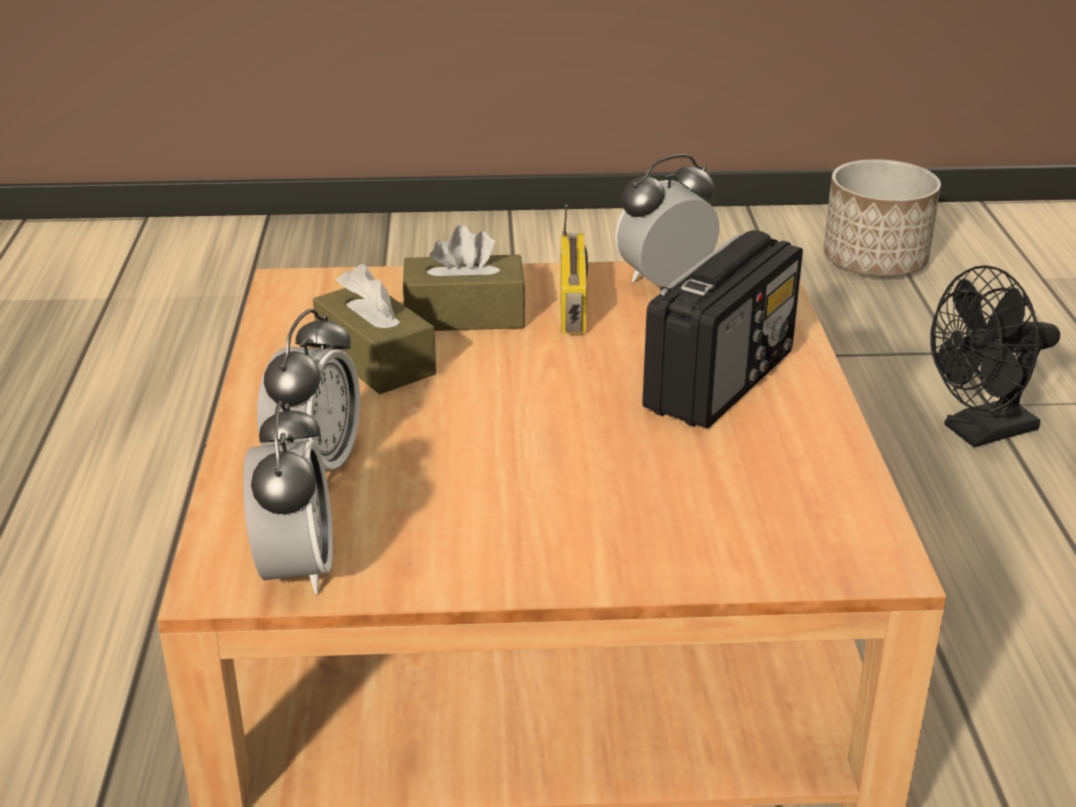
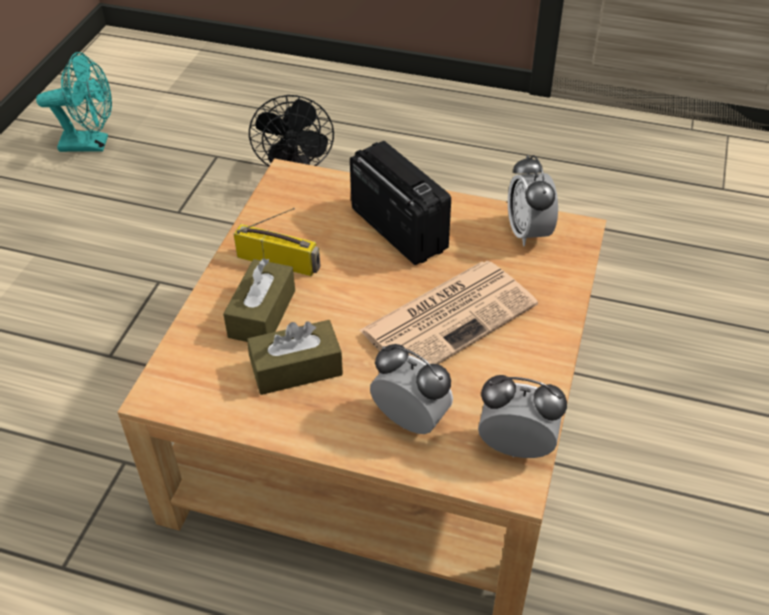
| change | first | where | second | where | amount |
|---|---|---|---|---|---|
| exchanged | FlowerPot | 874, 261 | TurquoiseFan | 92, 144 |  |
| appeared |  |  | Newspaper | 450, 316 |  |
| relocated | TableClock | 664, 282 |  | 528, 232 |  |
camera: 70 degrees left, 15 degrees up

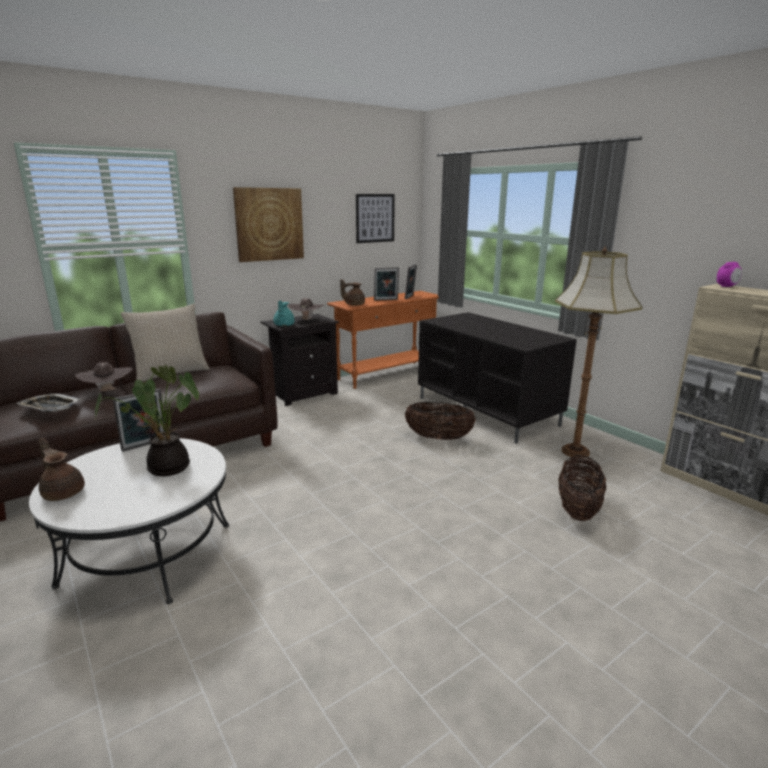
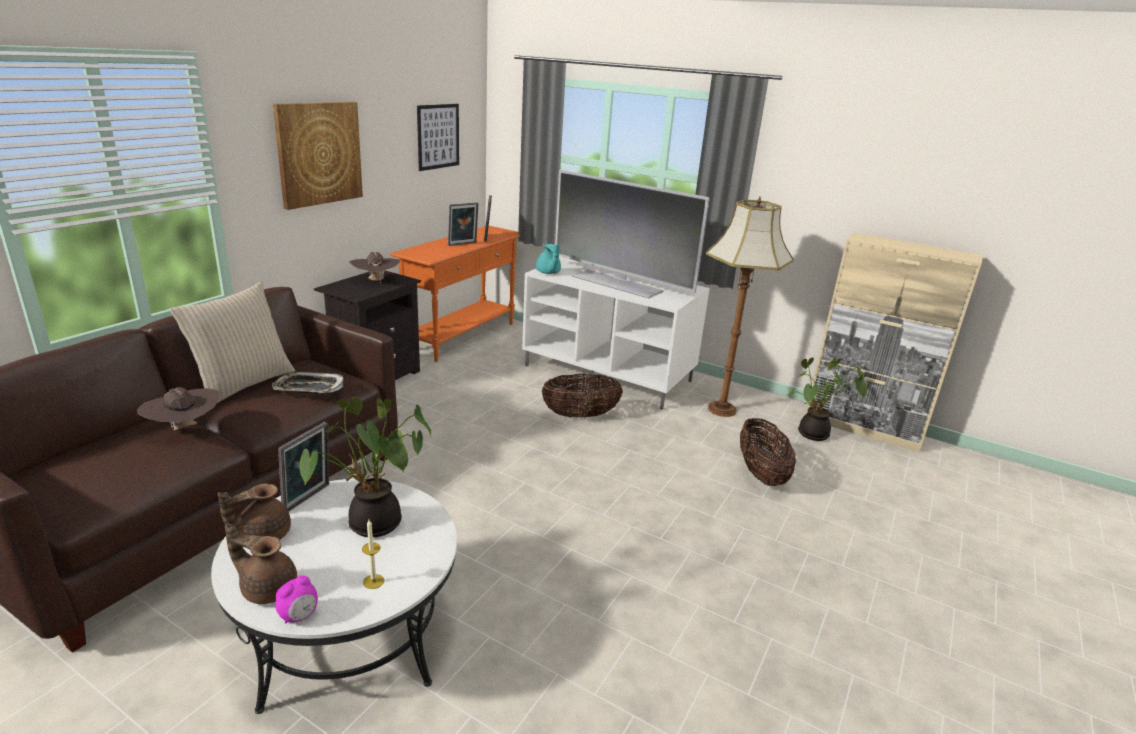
| change | first | where | second | where | amount |
|---|---|---|---|---|---|
| relocated | BrownishPotForTea | 354, 304 |  | 262, 535 |  |
| relocated | ServingTray | 50, 407 |  | 309, 388 |  |
| relocated | TableClock | 726, 286 |  | 299, 616 |  |
| appeared |  |  | WaxCandle | 373, 581 |  |
| colour | BlackColouredMediaConsole | 488, 411 | WhitishMediaConsole | 609, 373 |  |
| relocated | TurquoisePotForTea | 283, 325 |  | 548, 273 |  |
| appeared |  |  | Tv | 617, 283 |  |
| appeared |  |  | PottedPlant | 813, 435 |  |
camera: 25 degrees left, 5 degrees up

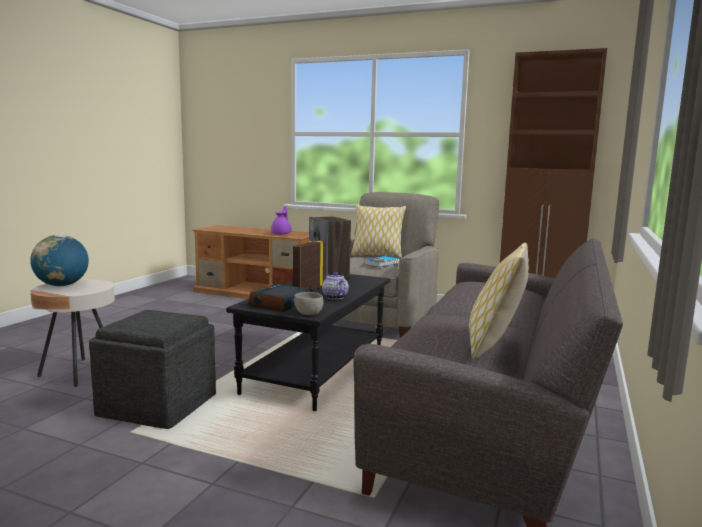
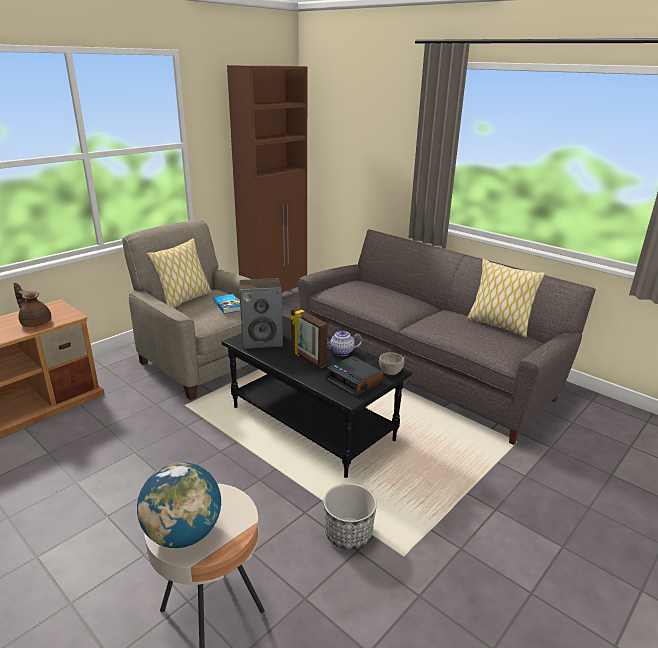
| change | first | where | second | where | amount |
|---|---|---|---|---|---|
| colour | PurplishPotForTea | 282, 234 | BrownishPotForTea | 35, 322 |  |
| exchanged | GrayFootrest | 159, 405 | FlowerPot | 348, 534 |  |
camera: 70 degrees left, 15 degrees up

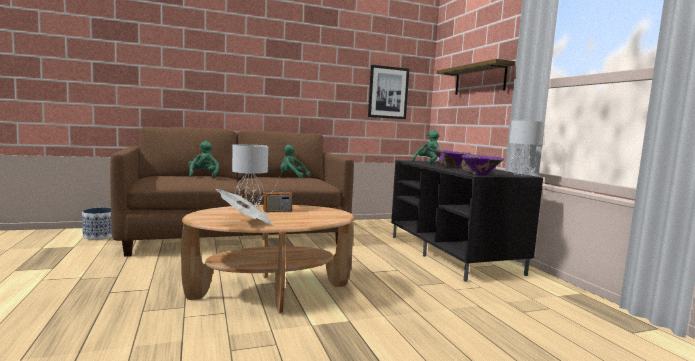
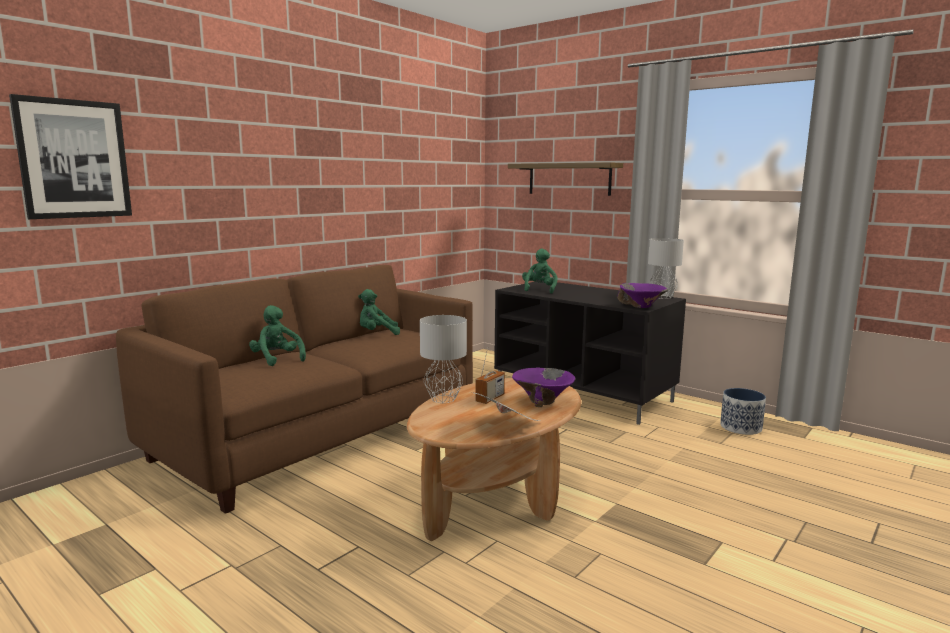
| change | first | where | second | where | amount |
|---|---|---|---|---|---|
| relocated | WallPicture | 388, 92 |  | 74, 159 |  |
| relocated | PurplishDeepDish | 450, 167 |  | 543, 401 |  |
| relocated | FlowerPot | 100, 236 |  | 741, 427 |  |
camera: 30 degrees left, 5 degrees up

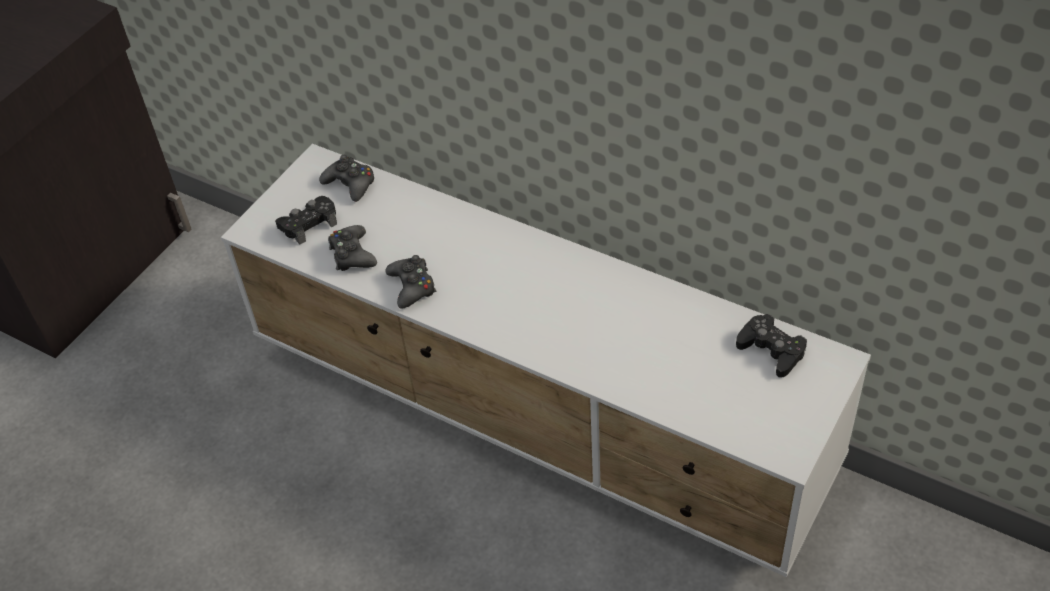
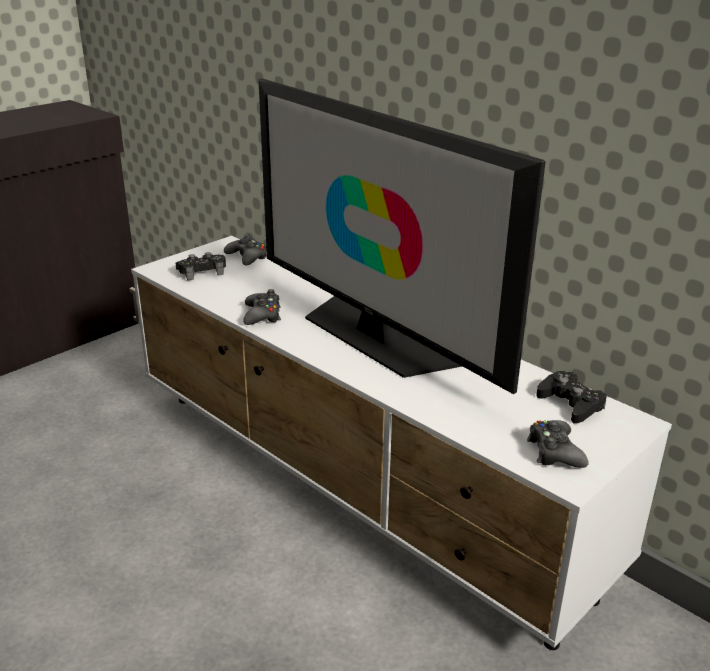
| change | first | where | second | where | amount |
|---|---|---|---|---|---|
| appeared |  |  | Tv | 376, 336 |  |
| relocated | BlackColouredGamepad | 352, 254 |  | 554, 452 |  |
camera: 10 degrees right, 20 degrees down

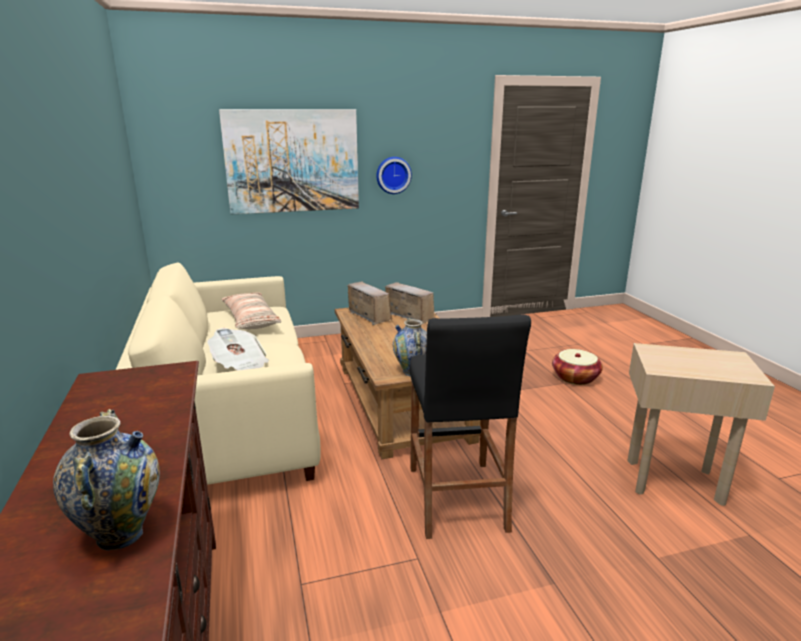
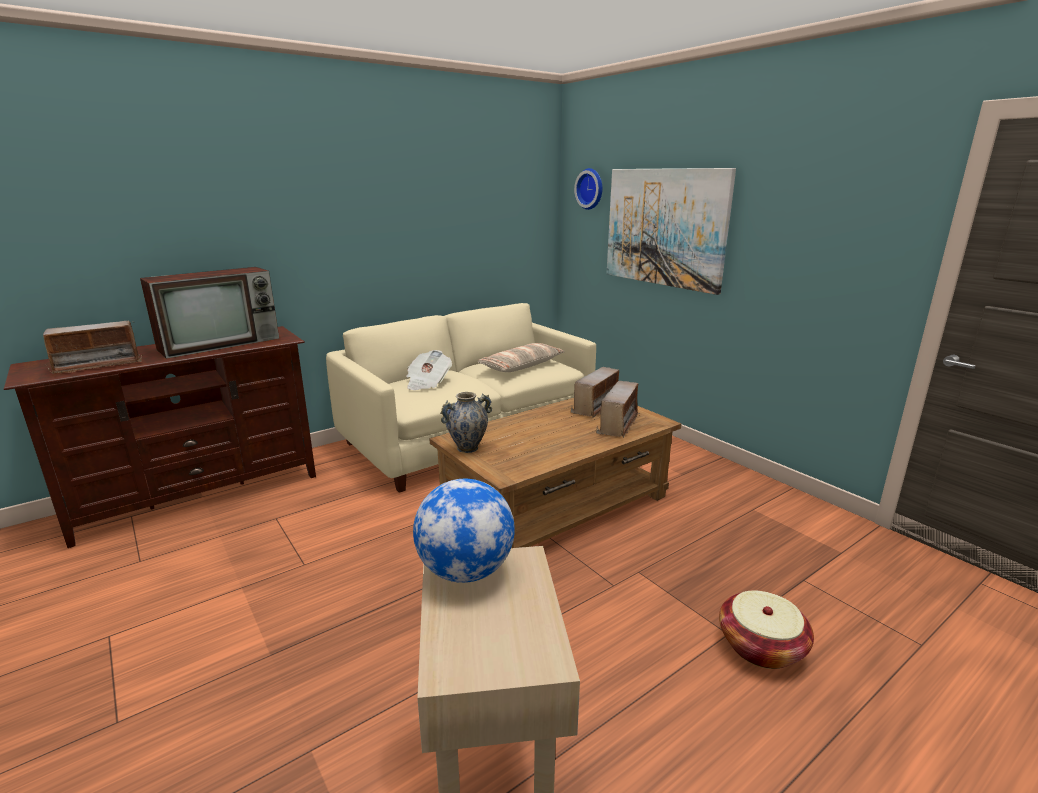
| change | first | where | second | where | amount |
|---|---|---|---|---|---|
| exchanged | DecorativeVase | 120, 533 | RadioSet | 98, 365 |  |
| appeared |  |  | Tv | 222, 343 |  |
| appeared |  |  | WorldGlobe | 465, 571 |  |
| relocated | WallClock | 393, 175 |  | 591, 189 |  |
| missing | BlackColouredStool | 457, 498 |  |  |  |
camera: 70 degrees right, 0 degrees up

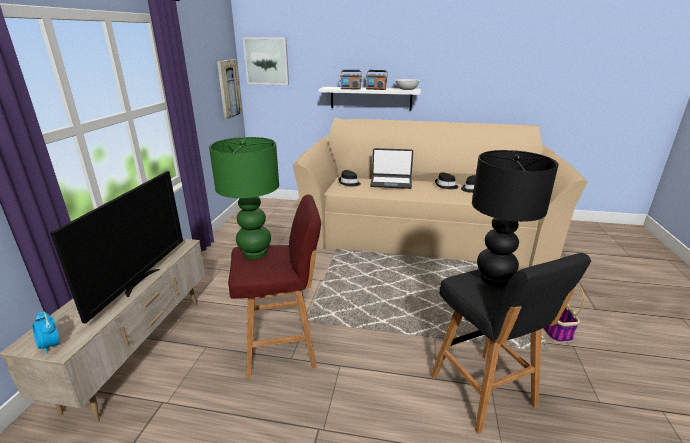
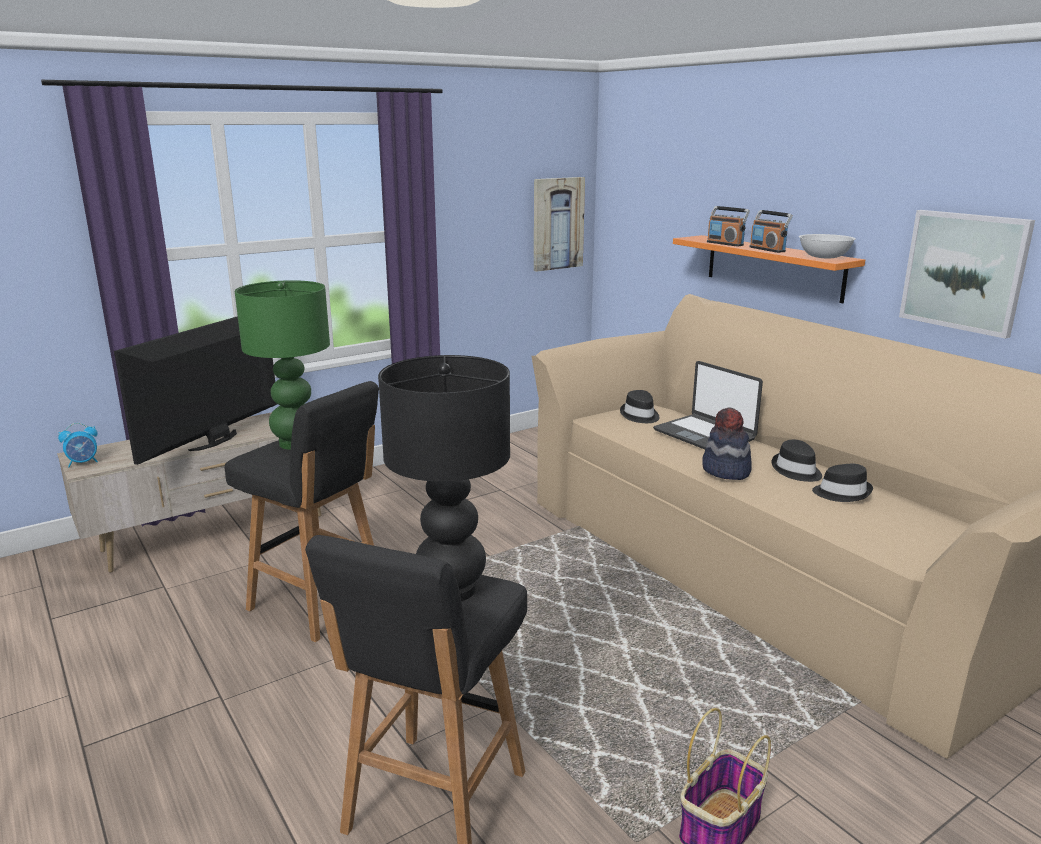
| change | first | where | second | where | amount |
|---|---|---|---|---|---|
| spun | TableClock | 50, 346 |  | 83, 463 | 120 degrees counterclockwise |
| spun | Tv | 140, 281 |  | 216, 441 | 150 degrees clockwise |
| colour | ReddishStool | 282, 348 | BlackColouredStool | 319, 603 |  |
| colour | WhitishShelf | 371, 98 | OrangeColouredShelf | 773, 267 |  |
| appeared |  |  | Hat | 725, 471 |  |
| relocated | WallPicture | 267, 61 |  | 964, 271 |  |
camera: 45 degrees right, 5 degrees down

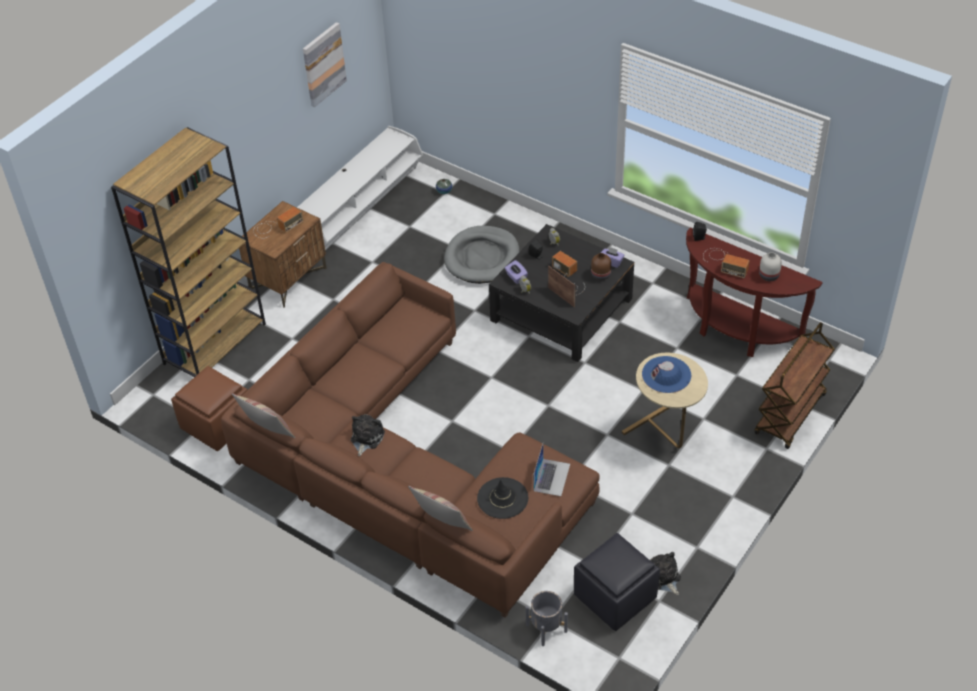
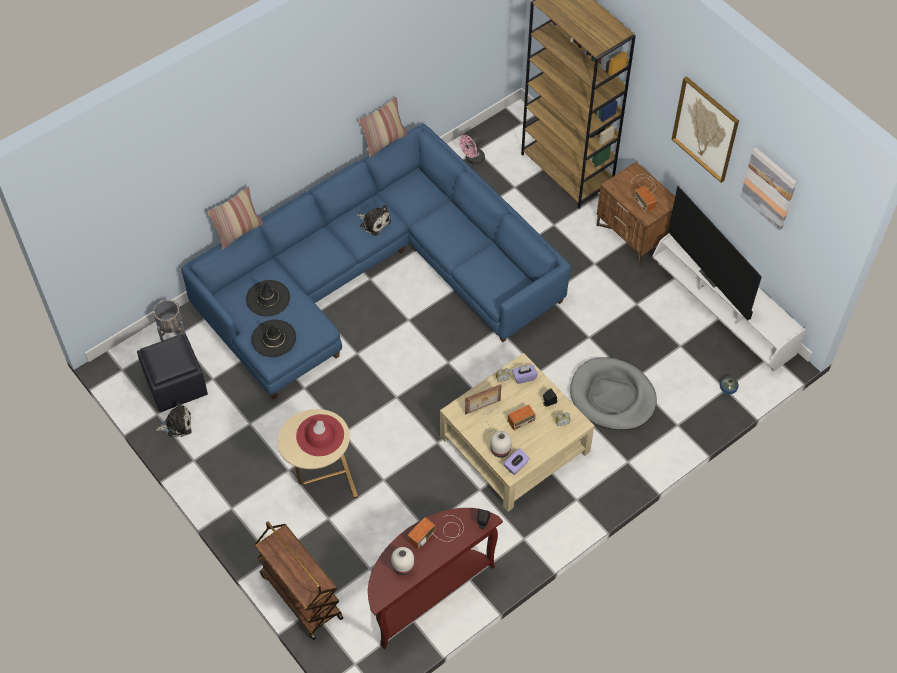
| change | first | where | second | where | amount |
|---|---|---|---|---|---|
| colour | BrownishSofa | 404, 464 | BlueSofa | 374, 275 |  |
| exchanged | PortableComputer | 551, 477 | BlackColouredHat | 274, 338 |  |
| colour | BlueHat | 666, 375 | ReddishHat | 320, 435 |  |
| colour | BlackColouredLowTable | 561, 309 | SandColouredLowTable | 514, 444 |  |
| exchanged | BrownishFootrest | 217, 423 | PinkColouredFan | 472, 159 |  |
| colour | BrownishDecorativeVase | 601, 276 | WhitishDecorativeVase | 499, 450 |  |
| appeared |  |  | Tv | 713, 275 |  |
| appeared |  |  | WallPicture | 705, 129 |  |
camera: 105 degrees right, 10 degrees up

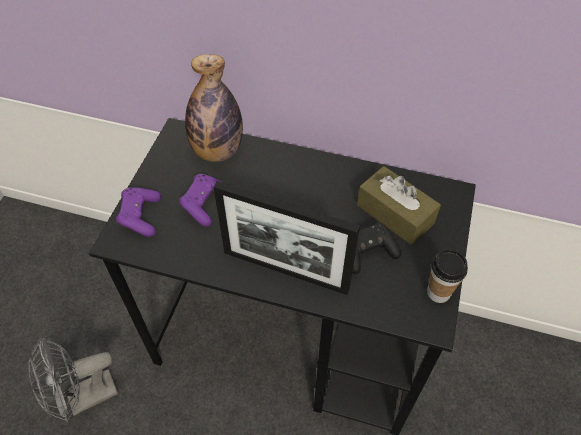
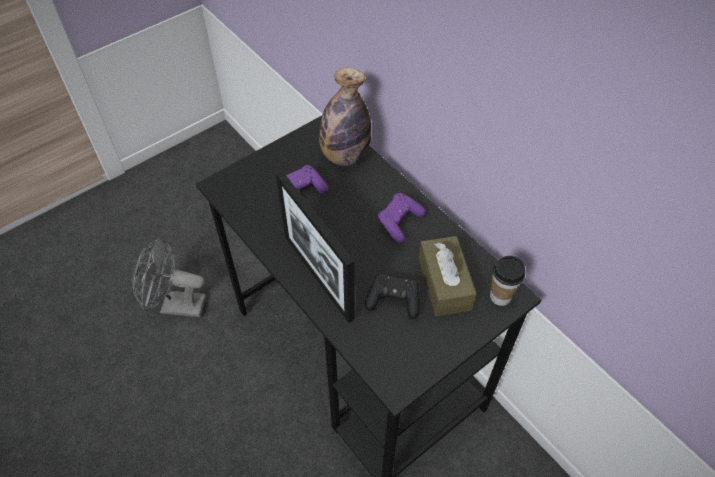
| change | first | where | second | where | amount |
|---|---|---|---|---|---|
| relocated | PurplishGamepad | 140, 217 |  | 399, 222 |  |
| relocated | Cup | 438, 292 |  | 500, 296 |  |
camera: 35 degrees right, 0 degrees up

